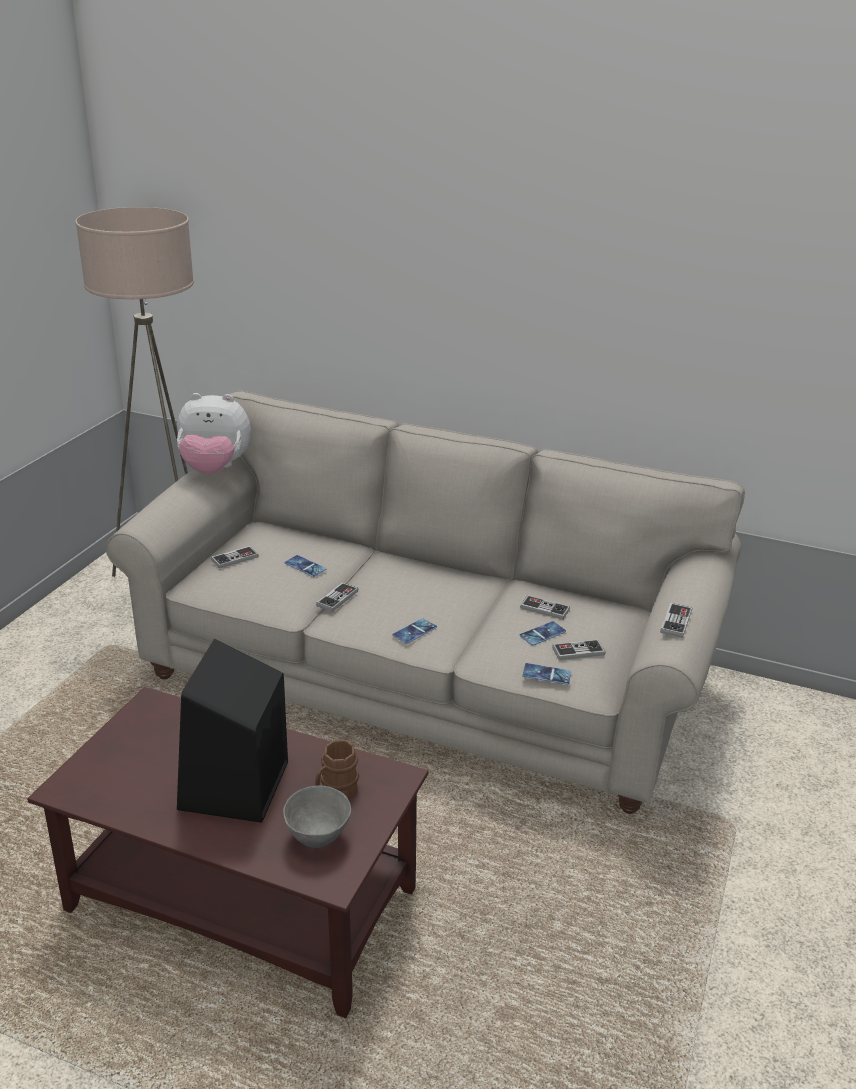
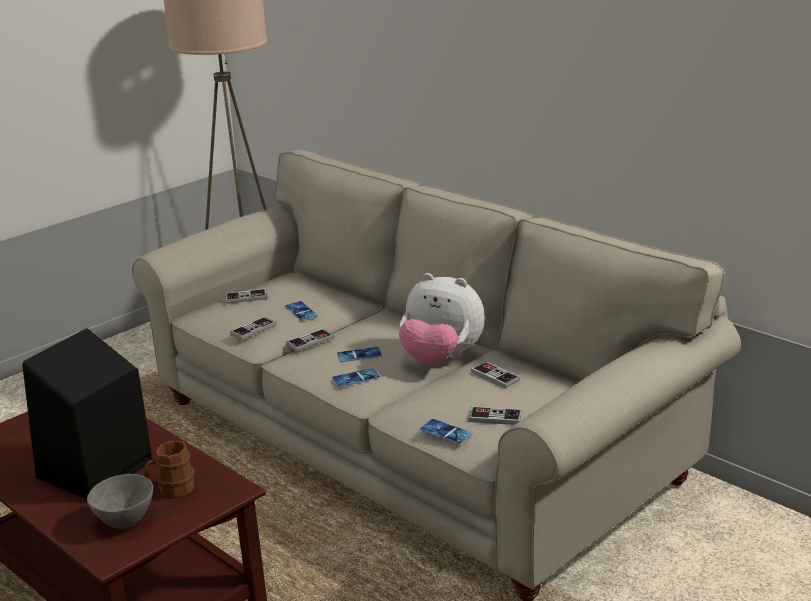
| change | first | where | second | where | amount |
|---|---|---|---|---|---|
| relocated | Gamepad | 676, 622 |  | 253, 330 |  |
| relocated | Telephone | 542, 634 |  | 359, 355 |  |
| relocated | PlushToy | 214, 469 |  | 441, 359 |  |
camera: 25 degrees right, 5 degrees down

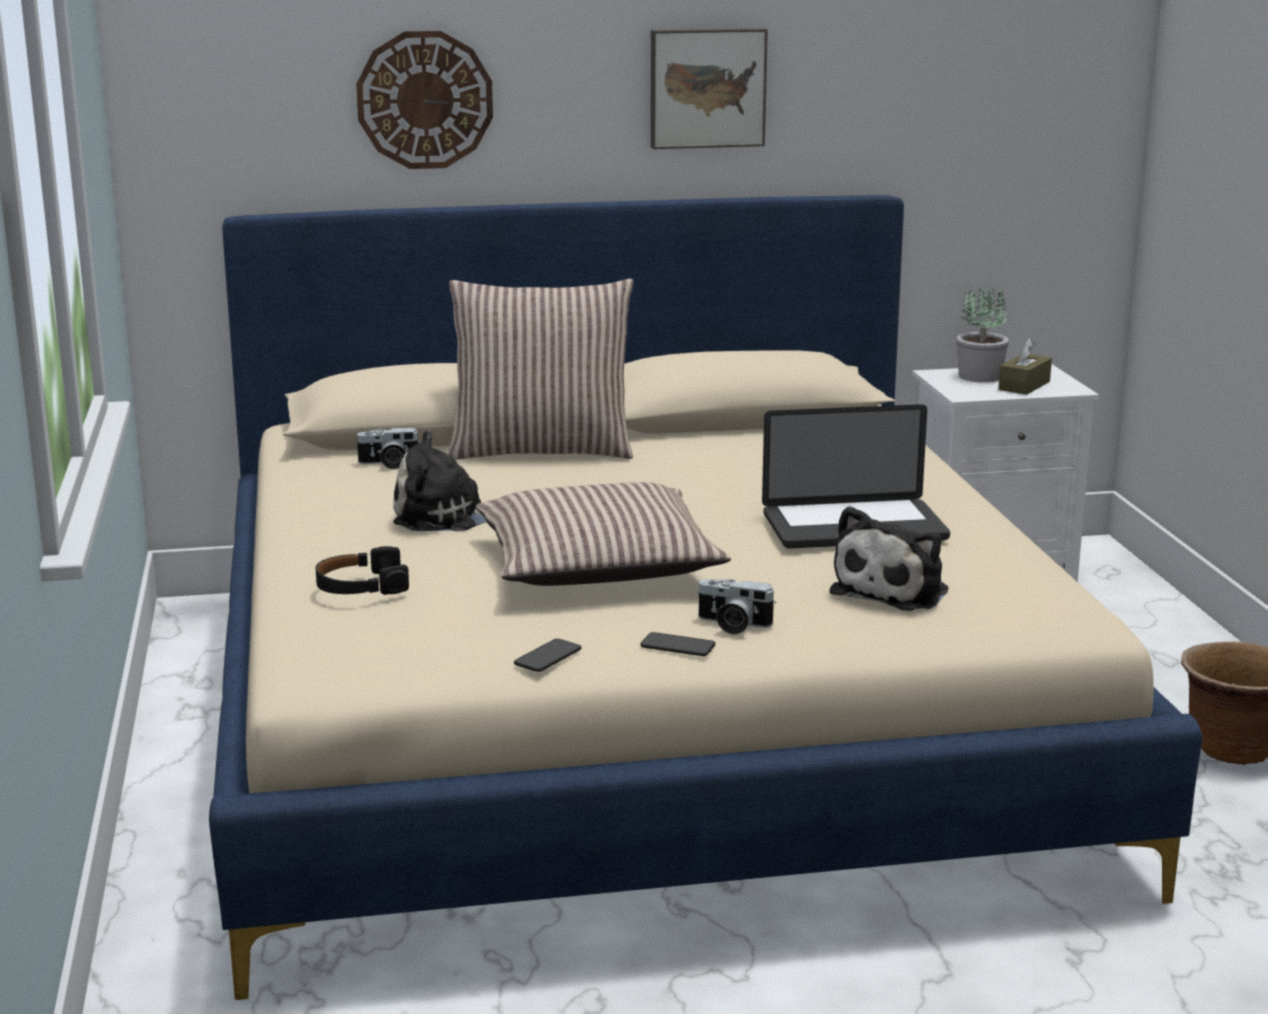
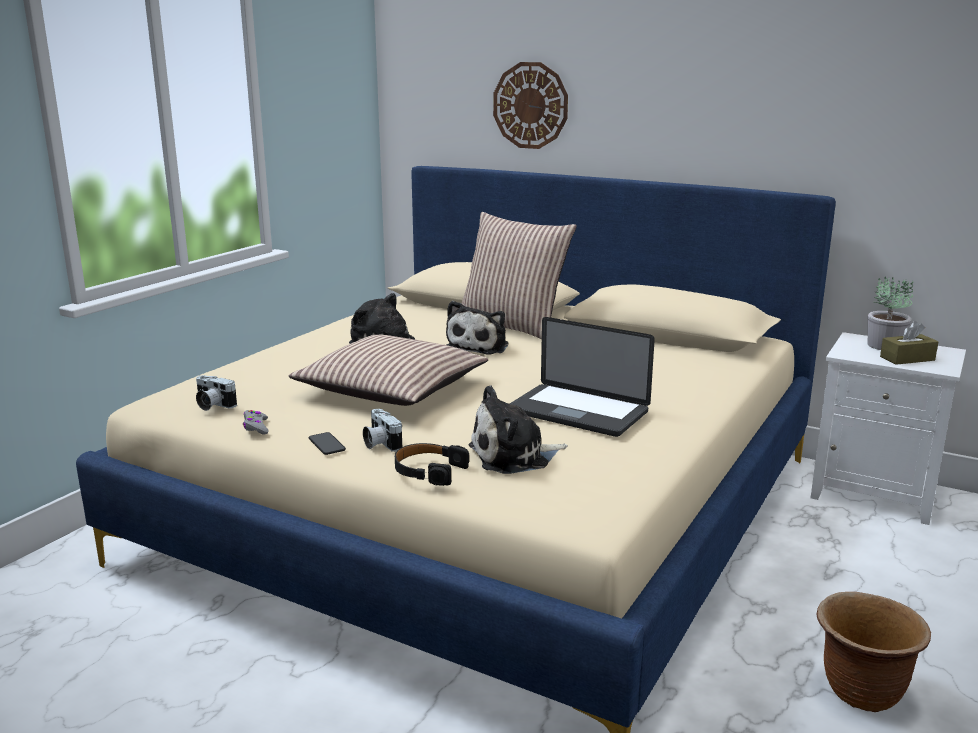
| change | first | where | second | where | amount |
|---|---|---|---|---|---|
| relocated | PhotoCamera | 389, 464 |  | 212, 405 |  |
| exchanged | Telephone | 548, 657 | GrayGamepad | 256, 427 |  |
| relocated | BlackColouredHeadset | 361, 586 |  | 429, 471 |  |
| appeared |  |  | PlushToy | 479, 346 |  |
| missing | WallPicture | 706, 87 |  |  |  |
camera: 40 degrees right, 0 degrees up

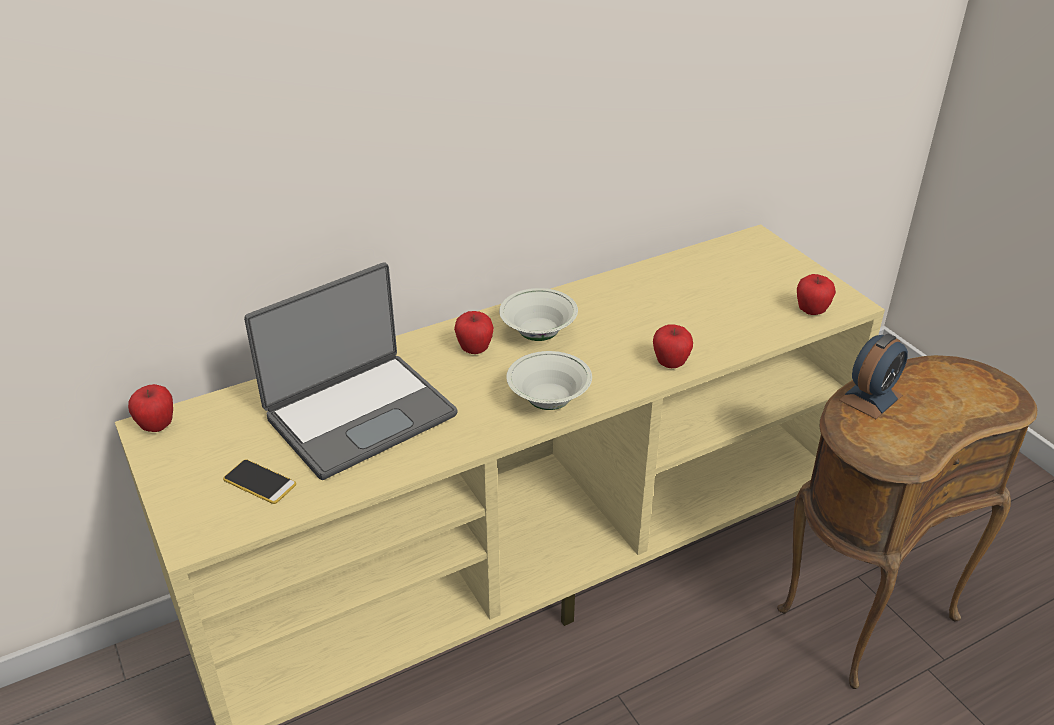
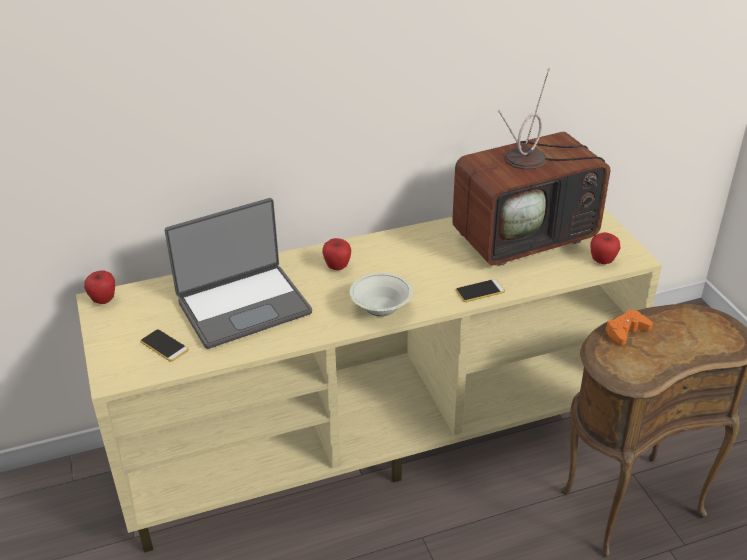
| change | first | where | second | where | amount |
|---|---|---|---|---|---|
| appeared |  |  | Tv | 525, 235 |  |
| exchanged | Apple | 670, 364 | Telephone | 480, 291 |  |
| exchanged | TableClock | 870, 398 | OrangeColouredGamepad | 626, 331 |  |
| missing | WhitishDeepDish | 538, 334 |  |  |  |
camera: 10 degrees right, 0 degrees up

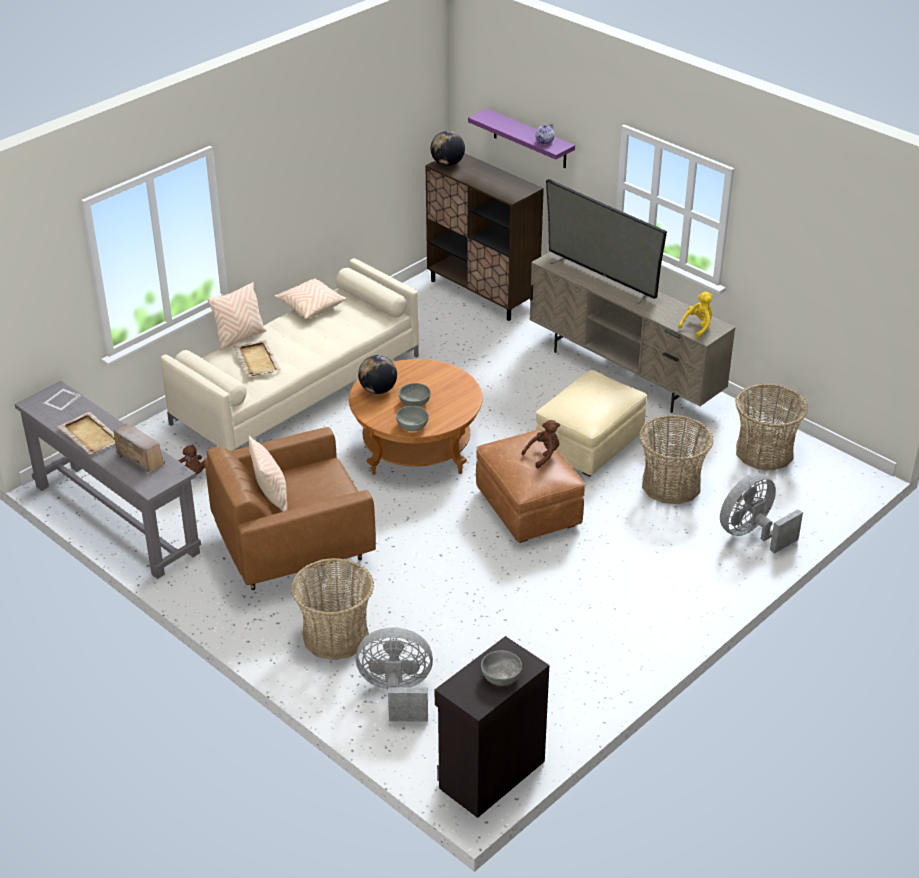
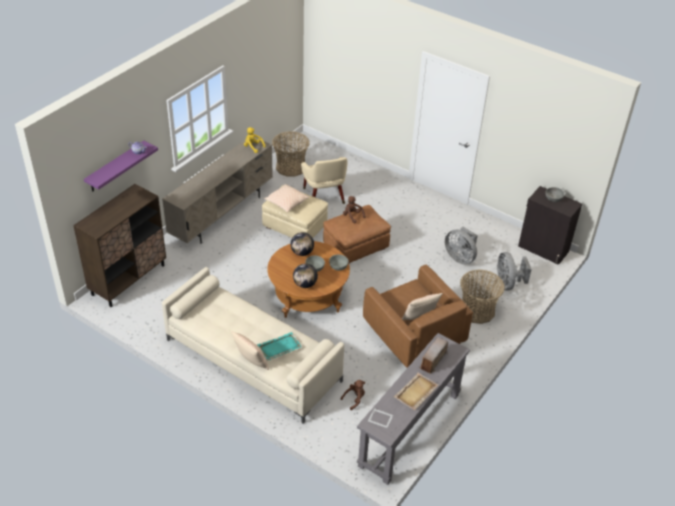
| change | first | where | second | where | amount |
|---|---|---|---|---|---|
| colour | SandColouredServingTray | 257, 360 | TurquoiseServingTray | 279, 347 |  |
| relocated | SandColouredThrowPillow | 310, 306 |  | 286, 203 |  |
| relocated | WorldGlobe | 447, 164 |  | 302, 252 |  |
| exchanged | StorageBasket | 671, 485 | SandColouredArmchair | 324, 198 |  |
| relocated | GrayFan | 752, 534 |  | 460, 257 |  |
| missing | Tv | 601, 278 |  |  |  |
camera: 100 degrees left, 5 degrees up

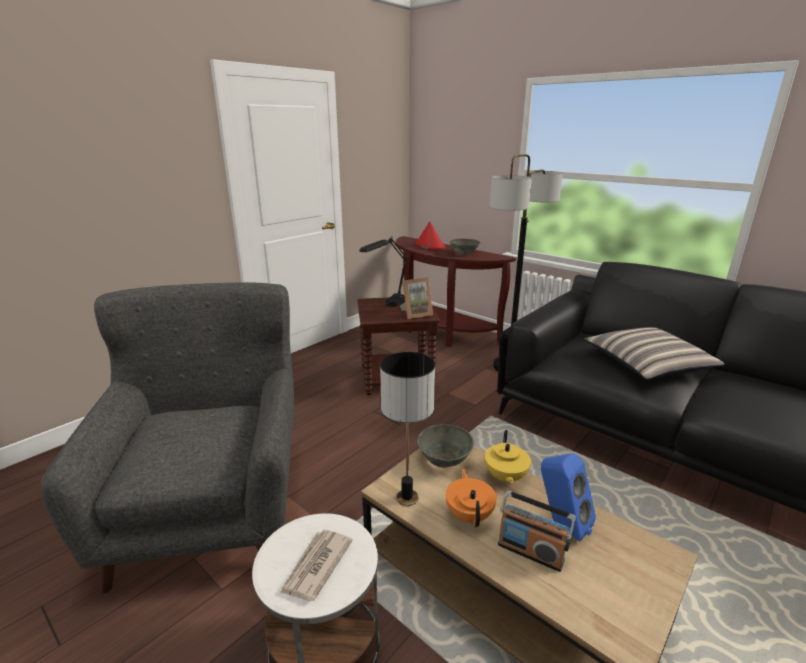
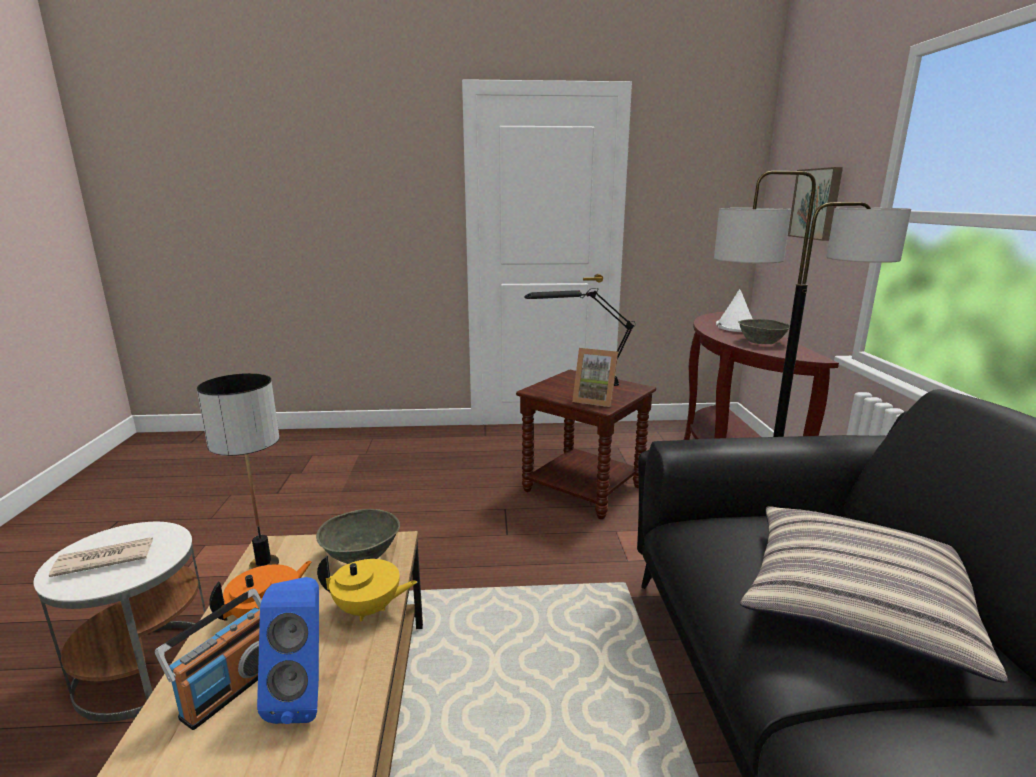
| change | first | where | second | where | amount |
|---|---|---|---|---|---|
| spun | RadioSet | 530, 551 |  | 230, 689 | 135 degrees counterclockwise |
| spun | YellowColouredPotForTea | 505, 477 |  | 368, 609 | 135 degrees counterclockwise |
| colour | ReddishHat | 429, 245 | WhitishHat | 735, 326 |  |
| appeared |  |  | WallPicture | 817, 204 |  |
| missing | GrayArmchair | 212, 509 |  |  |  |
camera: 45 degrees right, 5 degrees down

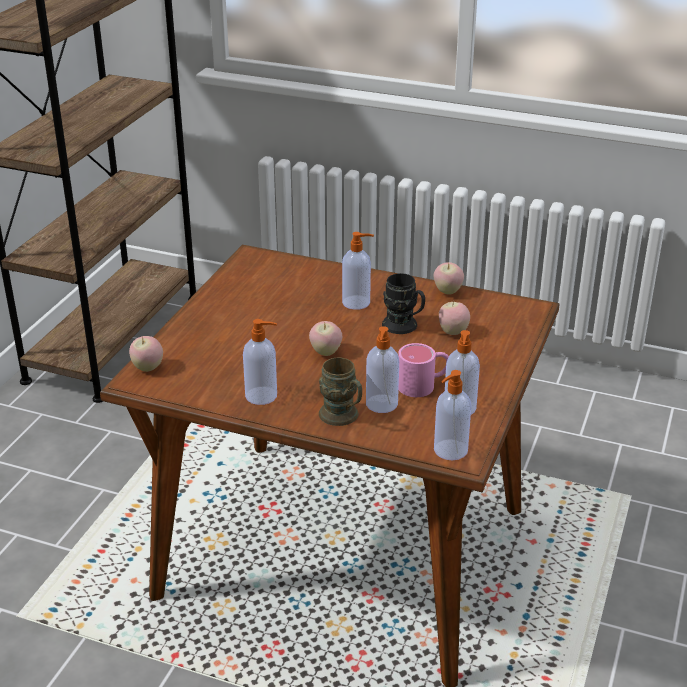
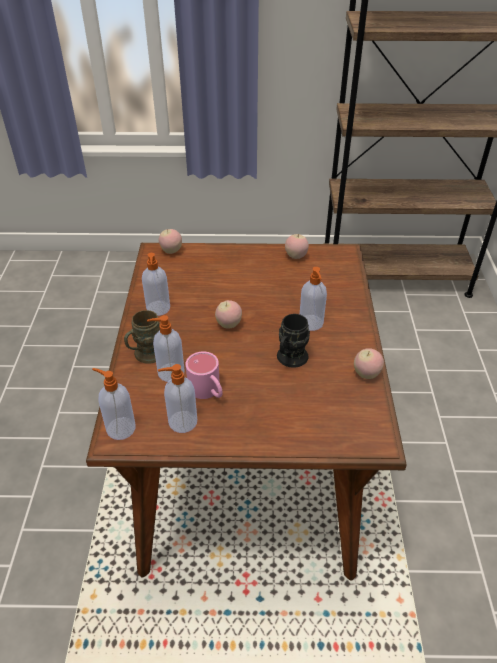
| change | first | where | second | where | amount |
|---|---|---|---|---|---|
| relocated | Apple | 453, 332 |  | 296, 256 |  |
camera: 70 degrees right, 10 degrees up

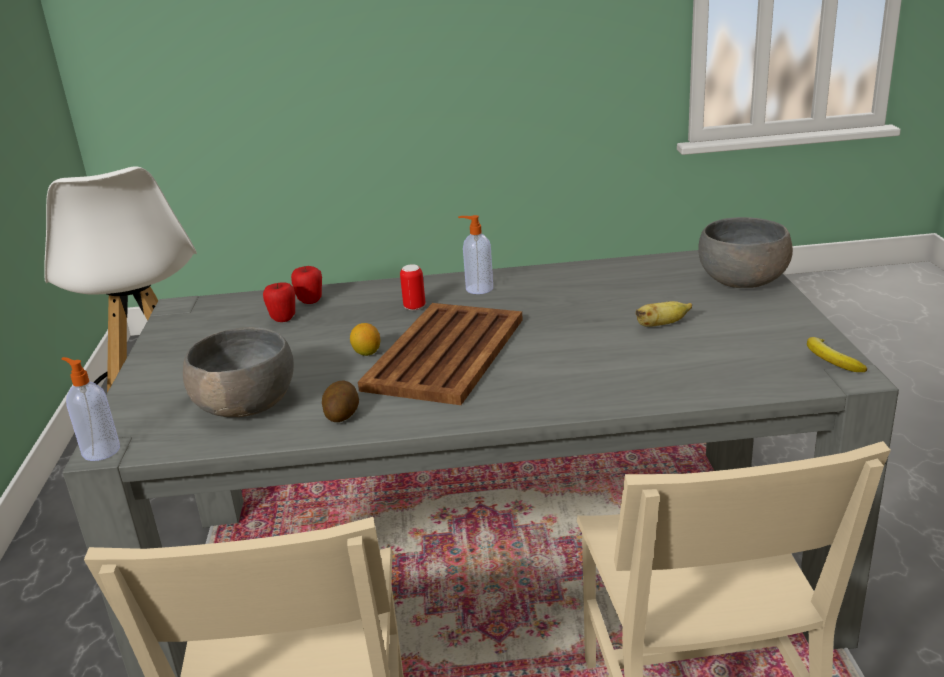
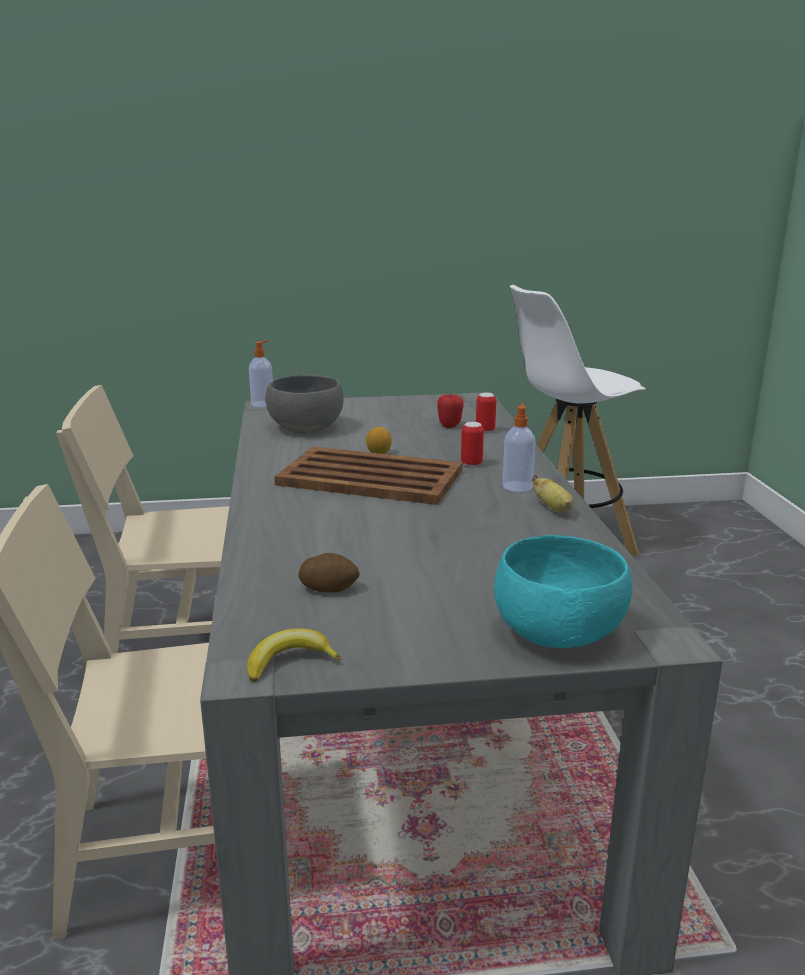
| change | first | where | second | where | amount |
|---|---|---|---|---|---|
| relocated | Spud | 342, 414 |  | 329, 588 |  |
| exchanged | Apple | 310, 301 | SealedCan | 485, 431 |  |
| colour | GrayDeepDish | 742, 281 | TurquoiseDeepDish | 557, 633 |  |
| relocated | Banana | 661, 325 |  | 554, 509 |  |
camera: 85 degrees right, 5 degrees down

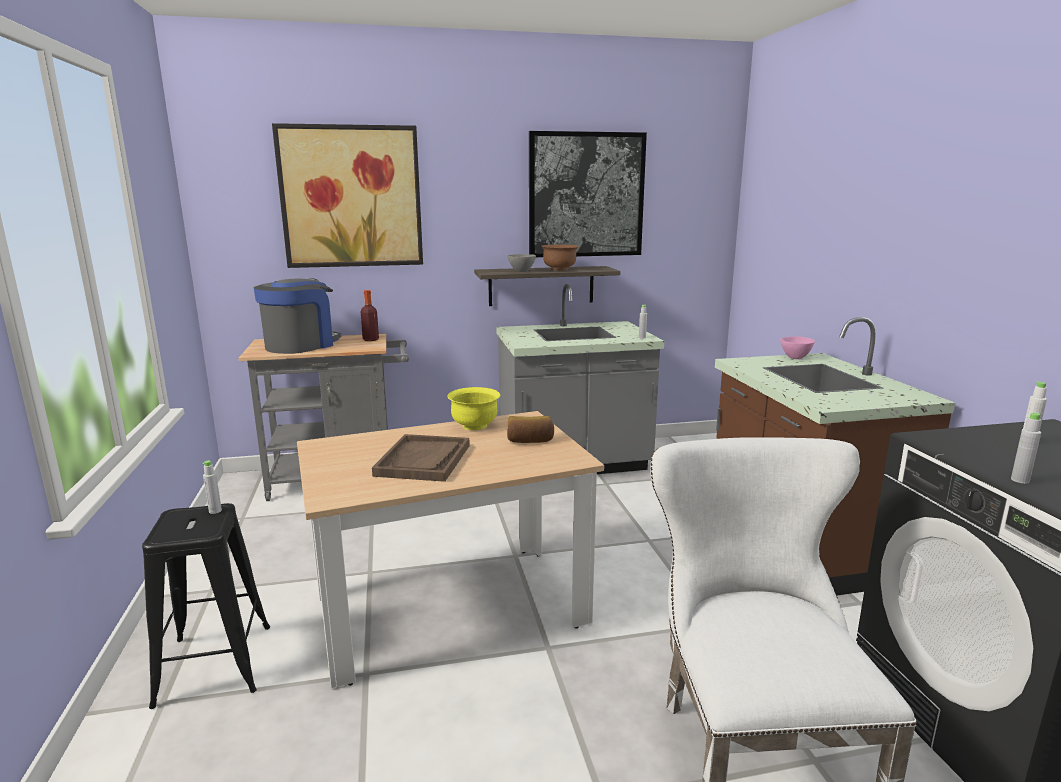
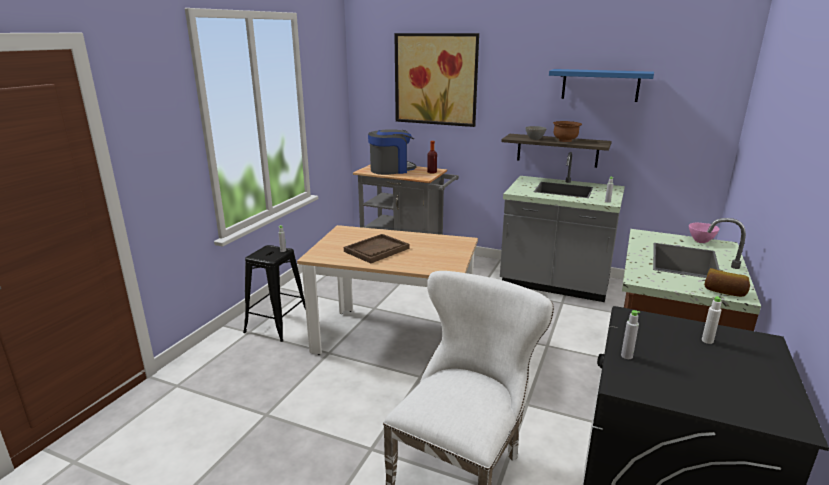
| change | first | where | second | where | amount |
|---|---|---|---|---|---|
| exchanged | WallPicture | 586, 195 | BlueShelf | 600, 85 |  |
| relocated | BakeryBread | 530, 441 |  | 724, 292 |  |
| missing | YellowColouredDeepDish | 474, 426 |  |  |  |
camera: 35 degrees right, 5 degrees up

